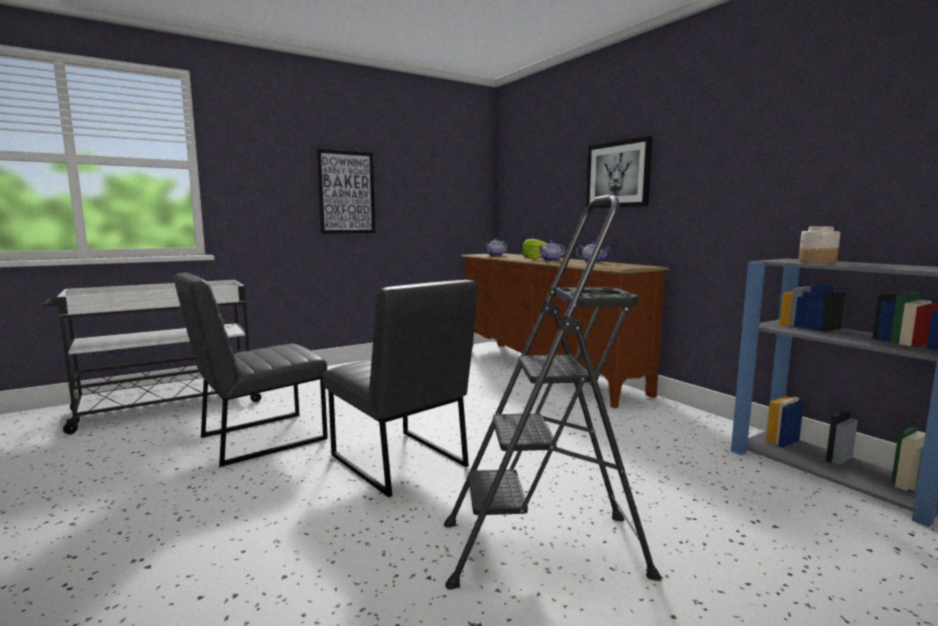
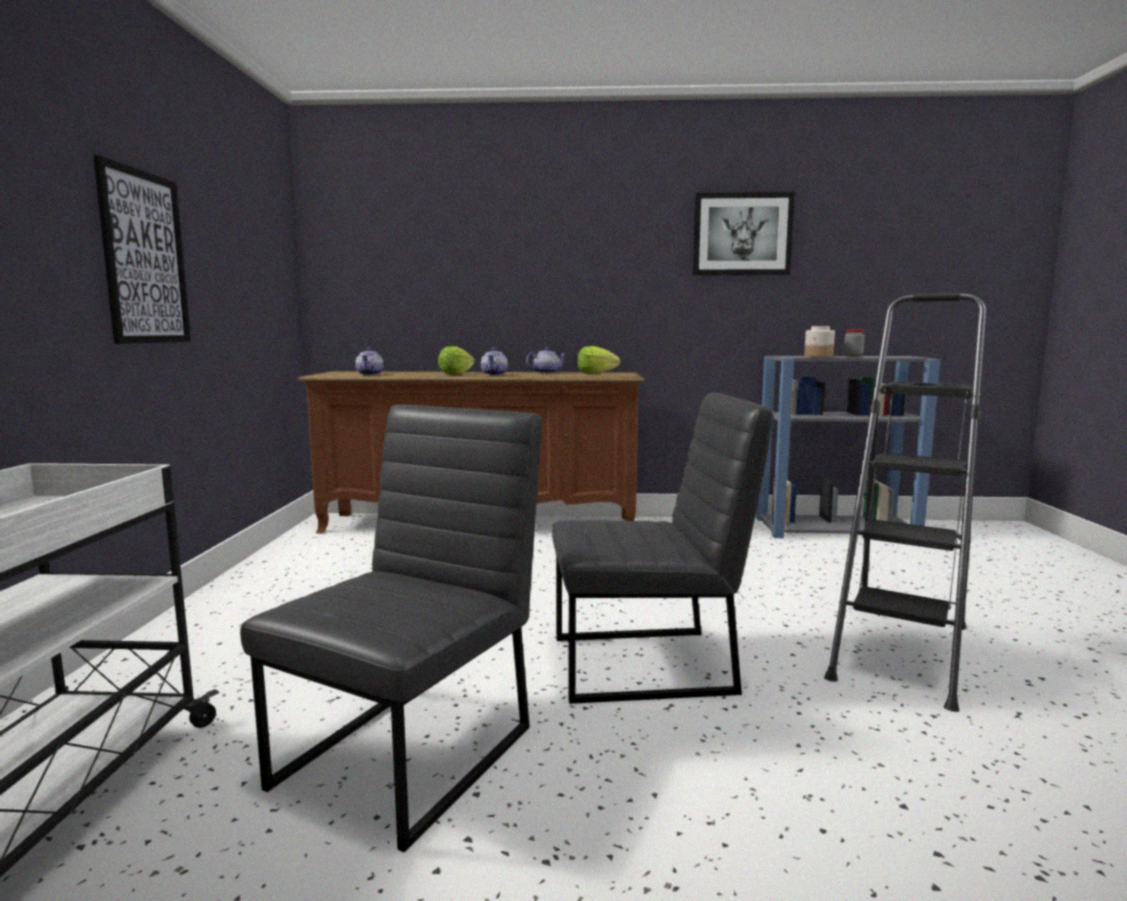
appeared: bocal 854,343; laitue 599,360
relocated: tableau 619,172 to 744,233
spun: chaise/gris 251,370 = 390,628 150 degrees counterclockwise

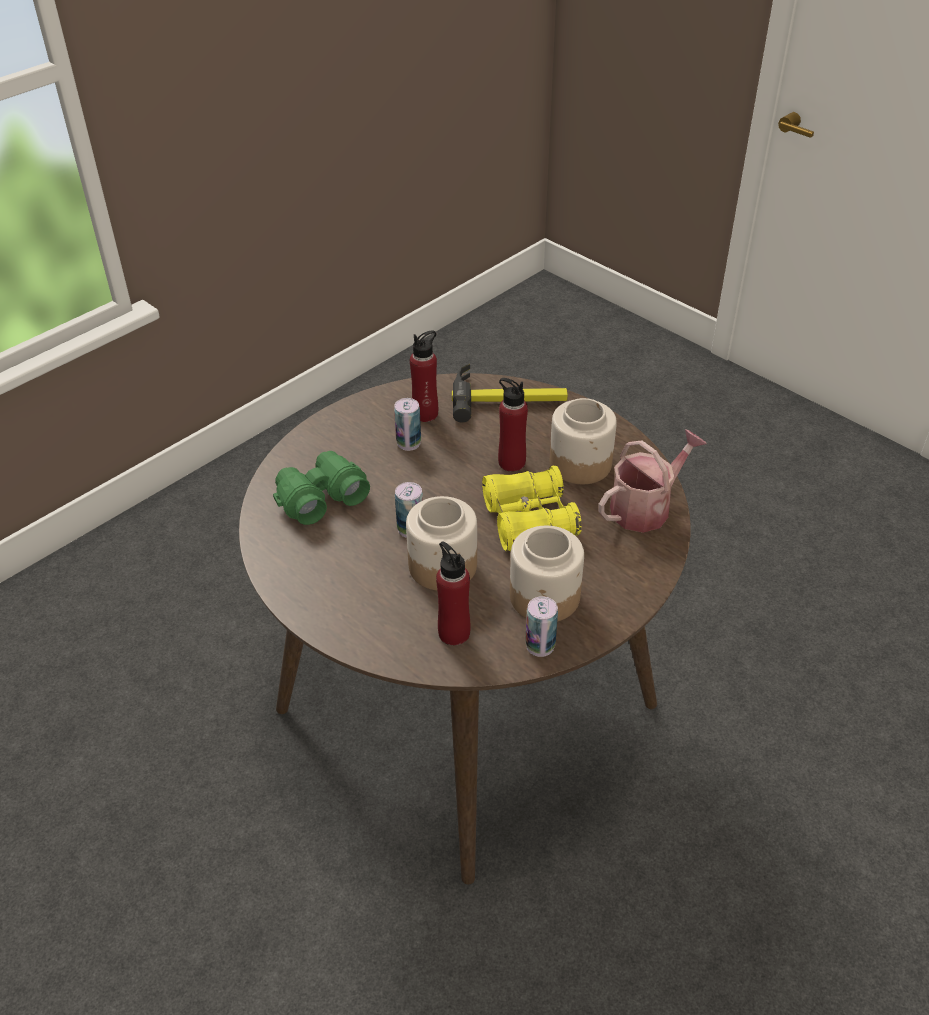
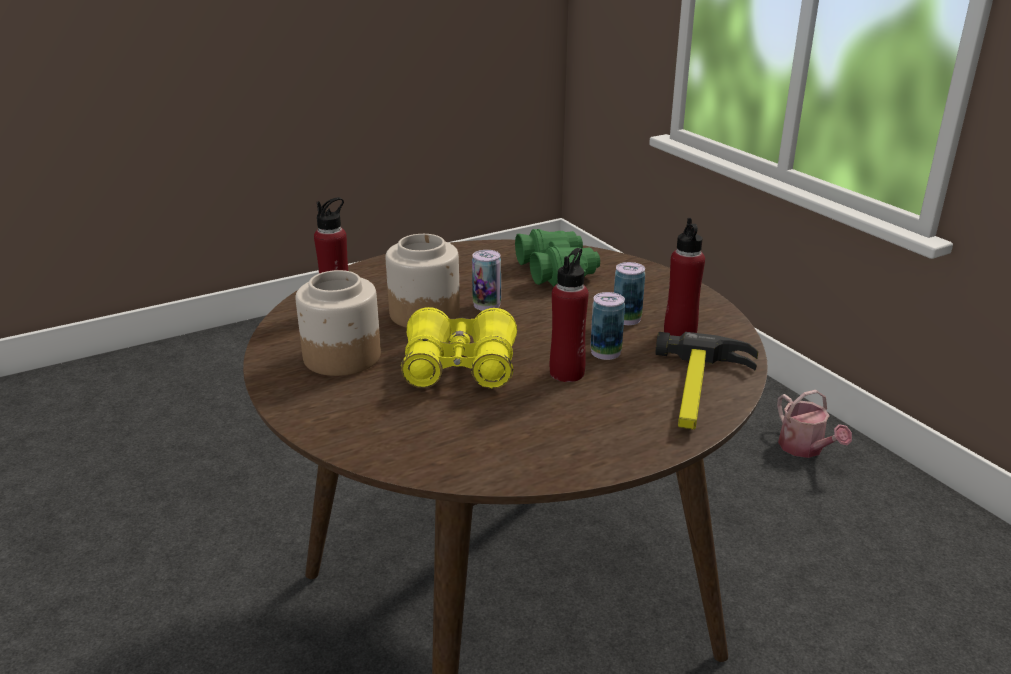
missing: bocal 583,441
relocated: arrosoir 652,481 to 814,424; boîte métallique 541,626 to 608,326

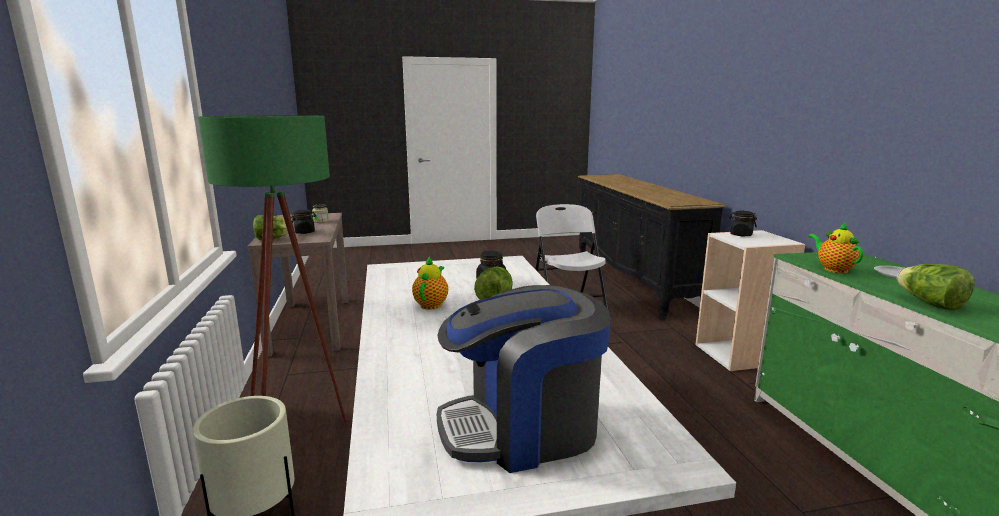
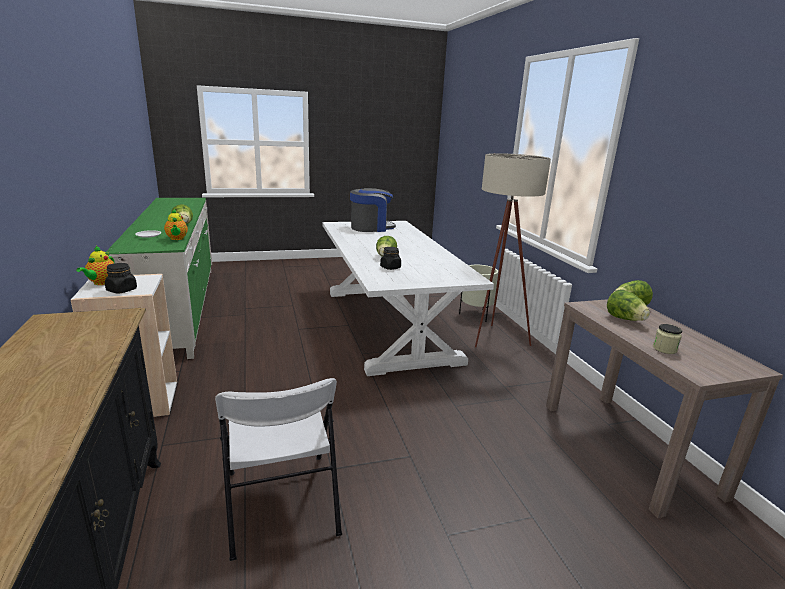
relocated: théière 430,283 to 95,265
exchanged: bocal/noir 303,222 to laitue 628,305
colour: lampadaire/vert 272,269 to lampadaire/beige 513,250

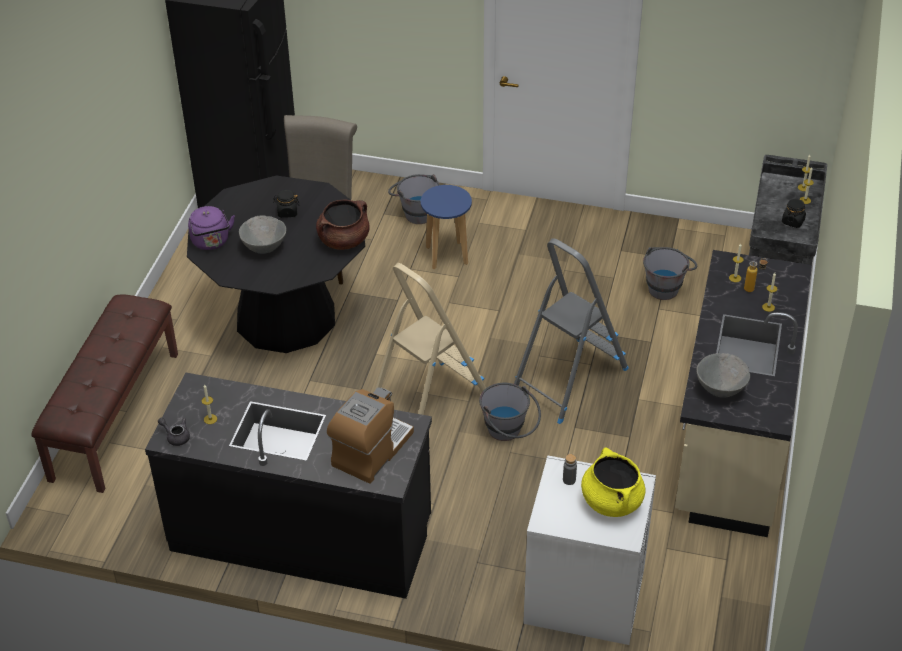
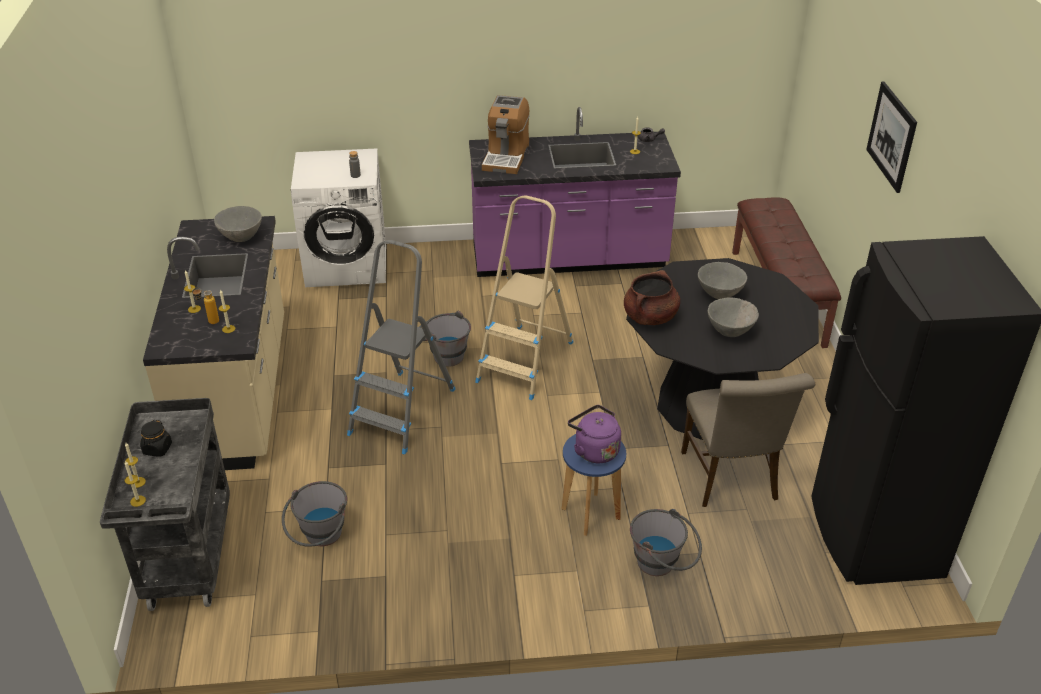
missing: marmite/jaune 613,482
appeared: tableau 891,137
relocated: bouilloire/violet 211,228 to 594,434
exchanged: bocal/noir 286,204 to bol/gris 733,317
colour: comptoir de cuisine/noir 288,486 to comptoir de cuisine/violet 575,192

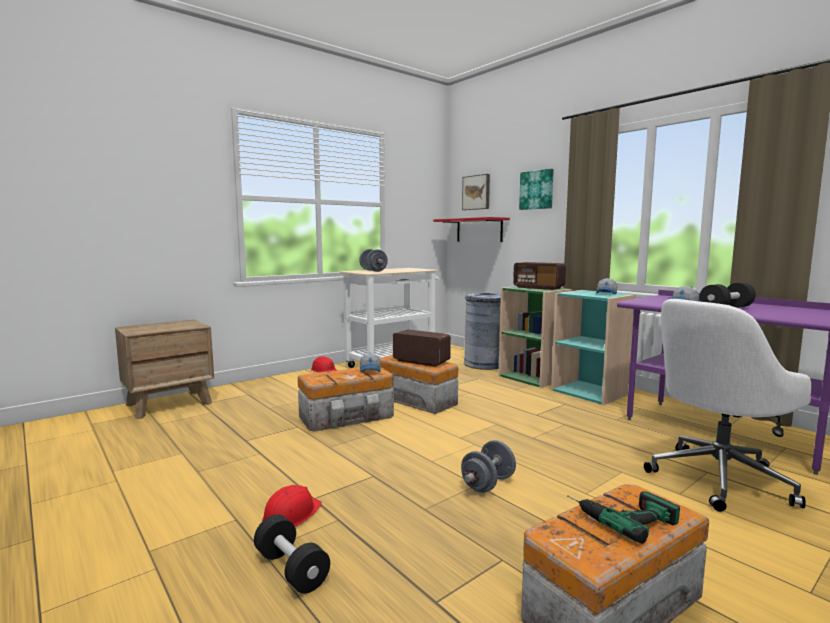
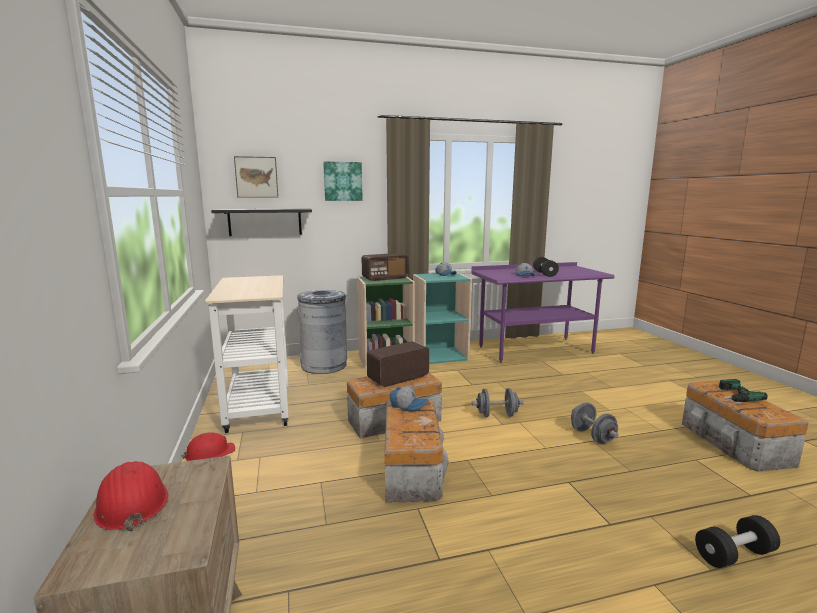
missing: chaise de bureau/blanc 727,405
relocated: haltère/gris 373,260 to 498,402; casque de chantier/rouge 292,506 to 131,496
colour: étagère/rouge 471,229 to étagère/noir 261,222

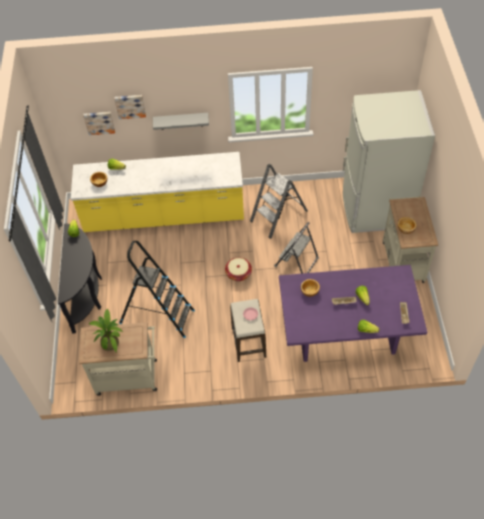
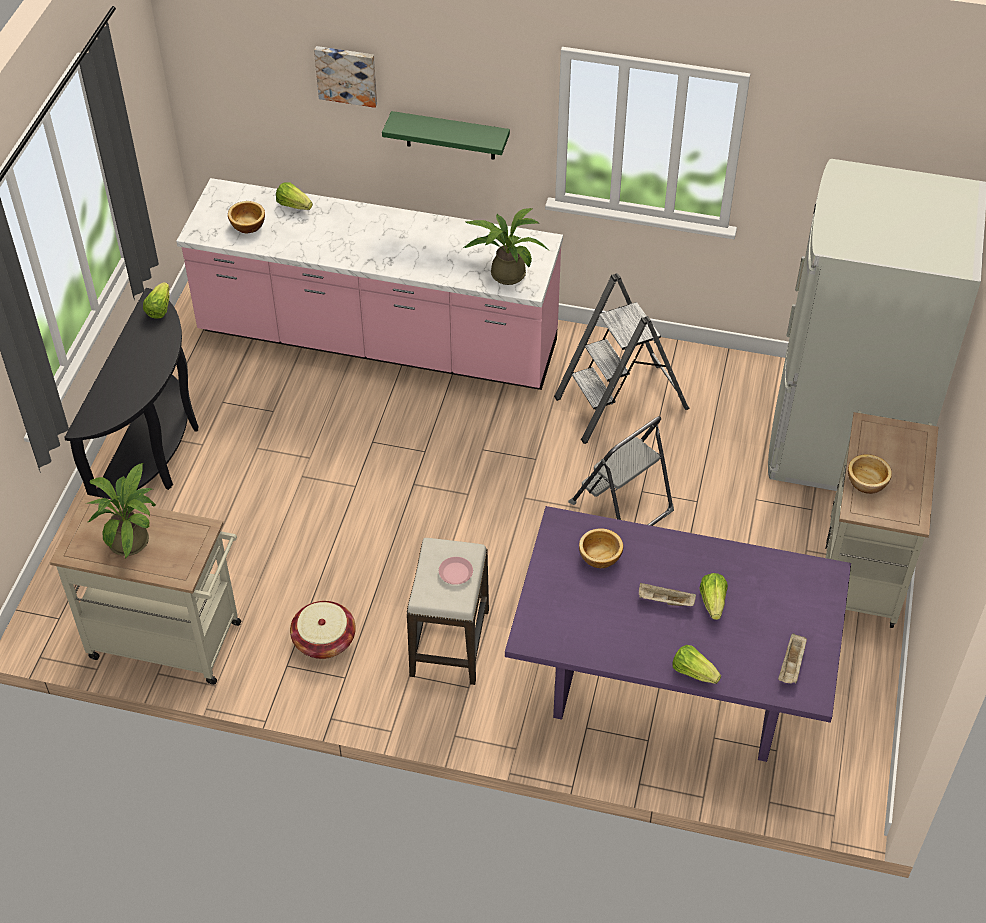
missing: tableau 99,123; escabeau/noir 157,289
appeared: plante en pot 507,246
relocated: panier 238,269 to 323,630
colour: étagère/gris 181,121 to étagère/vert 446,135; comptoir de cuisine/jaune 157,192 to comptoir de cuisine/rose 369,284

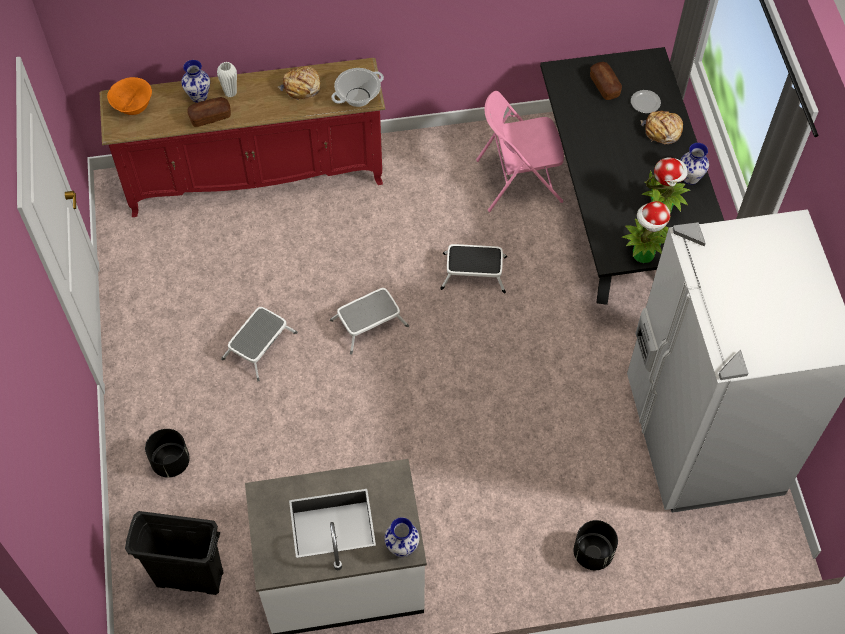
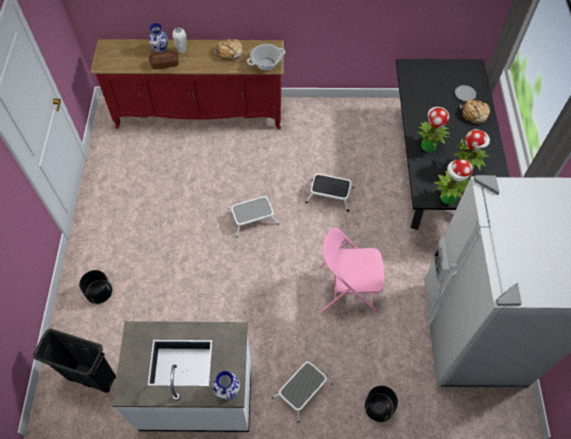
missing: pain 606,81; bol/orange 129,96; vase 695,164
appeared: plante en pot 433,129
relocated: chaise/rose 520,152 to 351,271; escabeau/gris 259,344 to 302,391

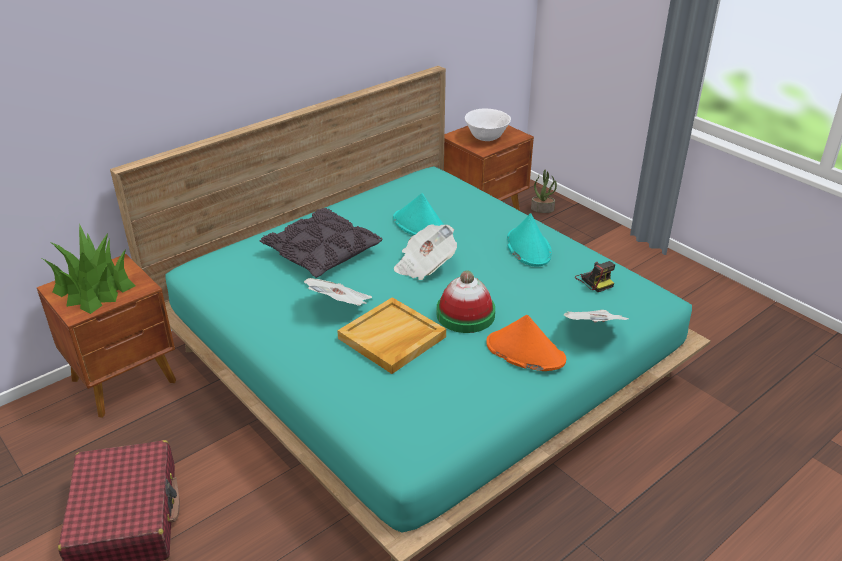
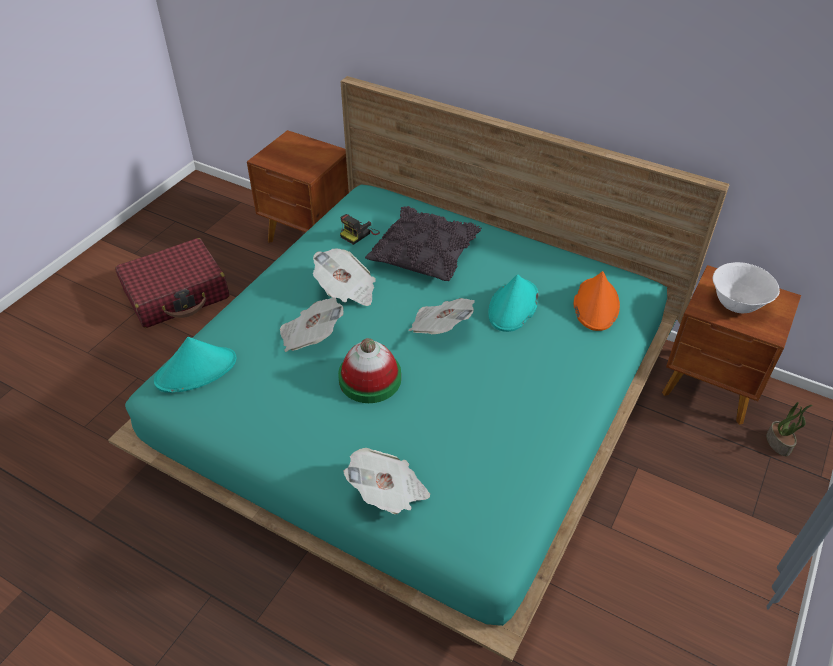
missing: plante en pot 89,269
relocated: chapeau/turquoise 529,240 to 195,365; appareil photo 595,276 to 360,229; chapeau/orange 526,343 to 597,301
exchanged: plateau/beige 391,335 to journal 312,324

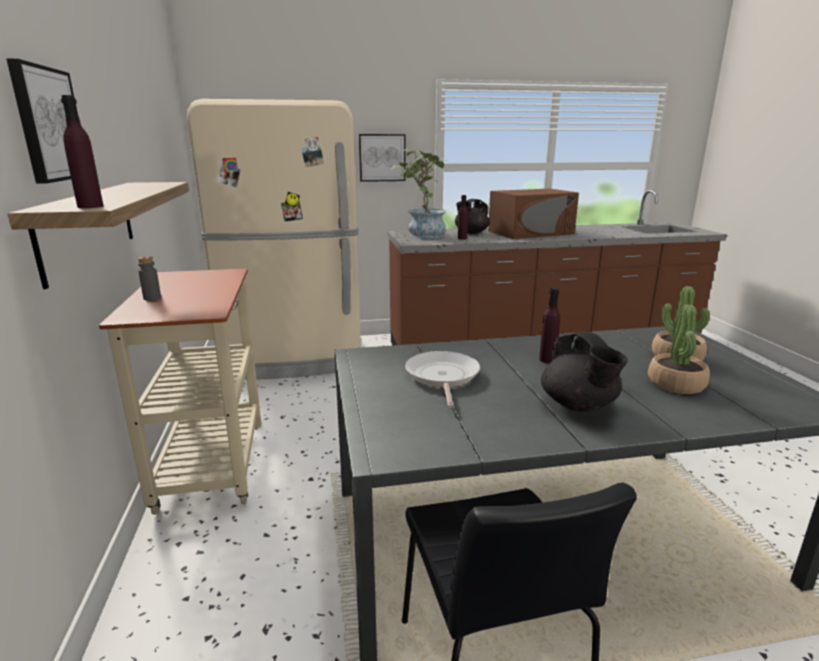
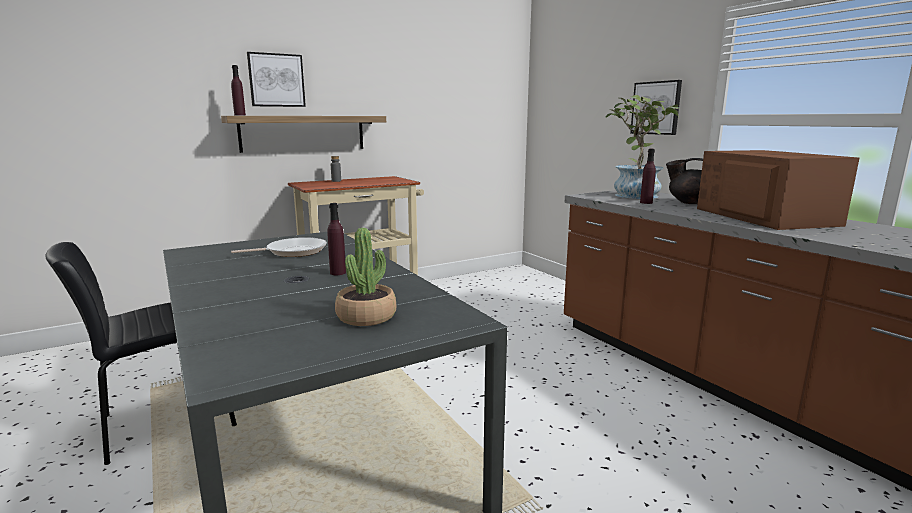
missing: réfrigérateur/beige 274,239; plante en pot 679,349; théière/noir 584,372
spun: micro-ondes/marron 533,214 = 778,190 150 degrees counterclockwise

